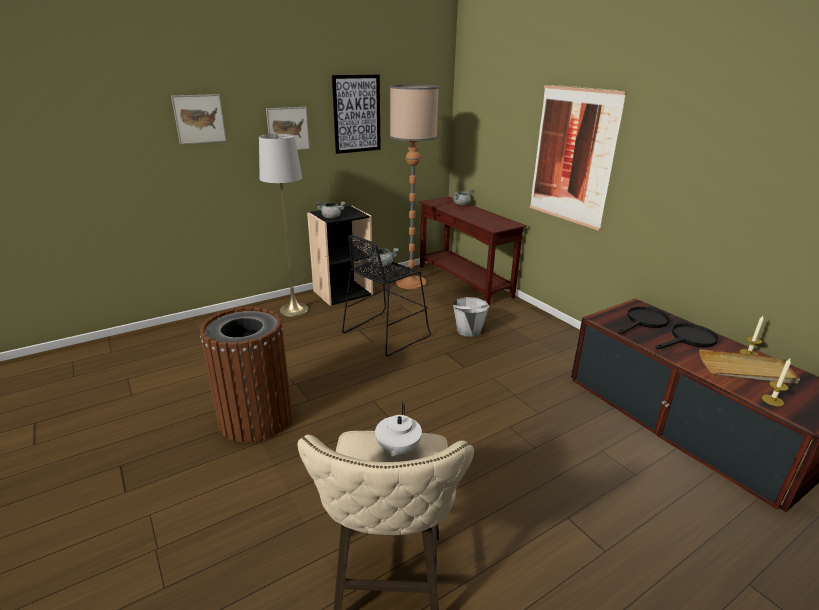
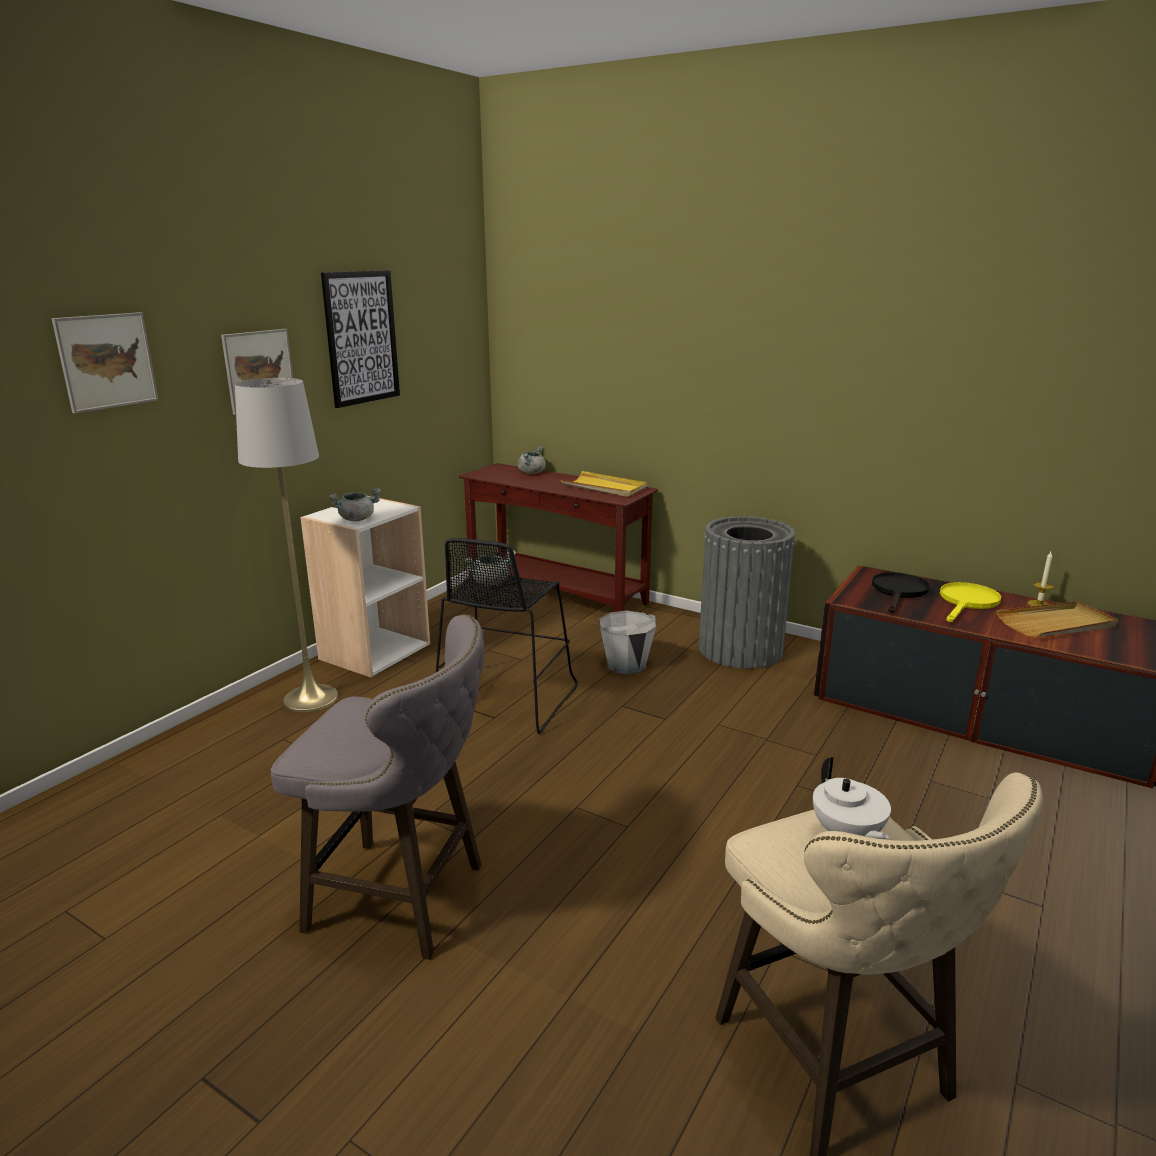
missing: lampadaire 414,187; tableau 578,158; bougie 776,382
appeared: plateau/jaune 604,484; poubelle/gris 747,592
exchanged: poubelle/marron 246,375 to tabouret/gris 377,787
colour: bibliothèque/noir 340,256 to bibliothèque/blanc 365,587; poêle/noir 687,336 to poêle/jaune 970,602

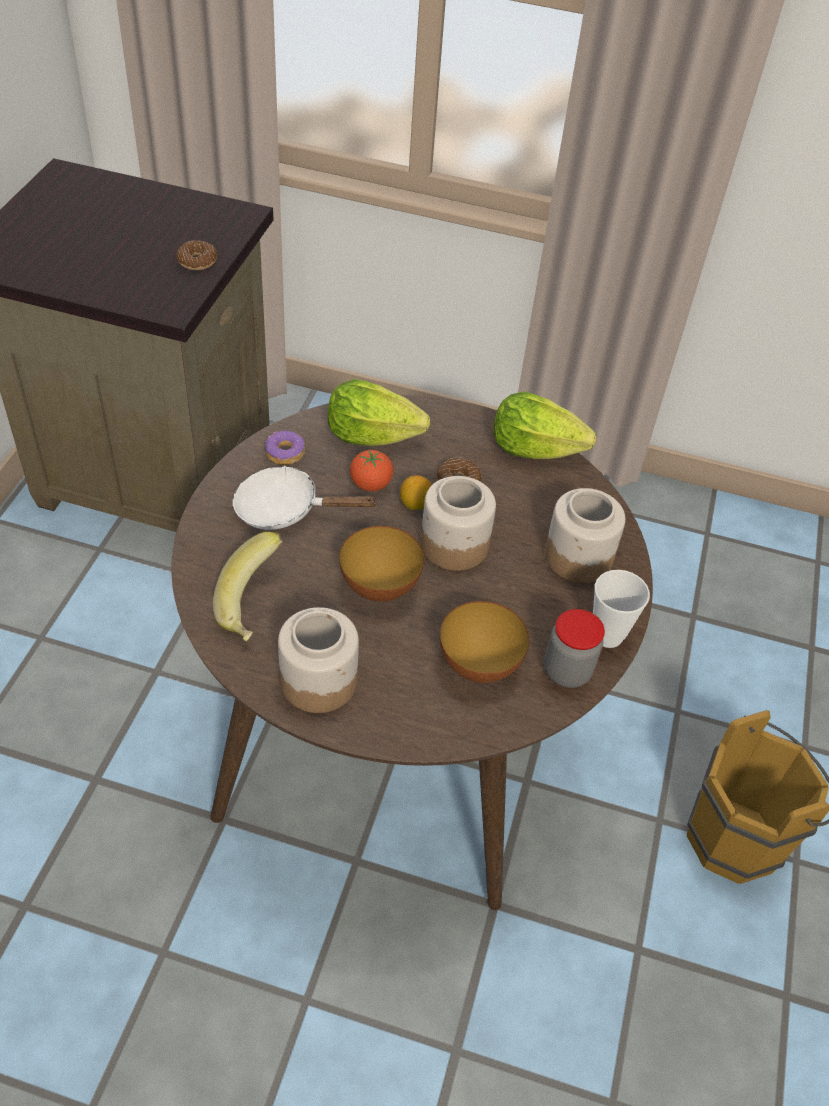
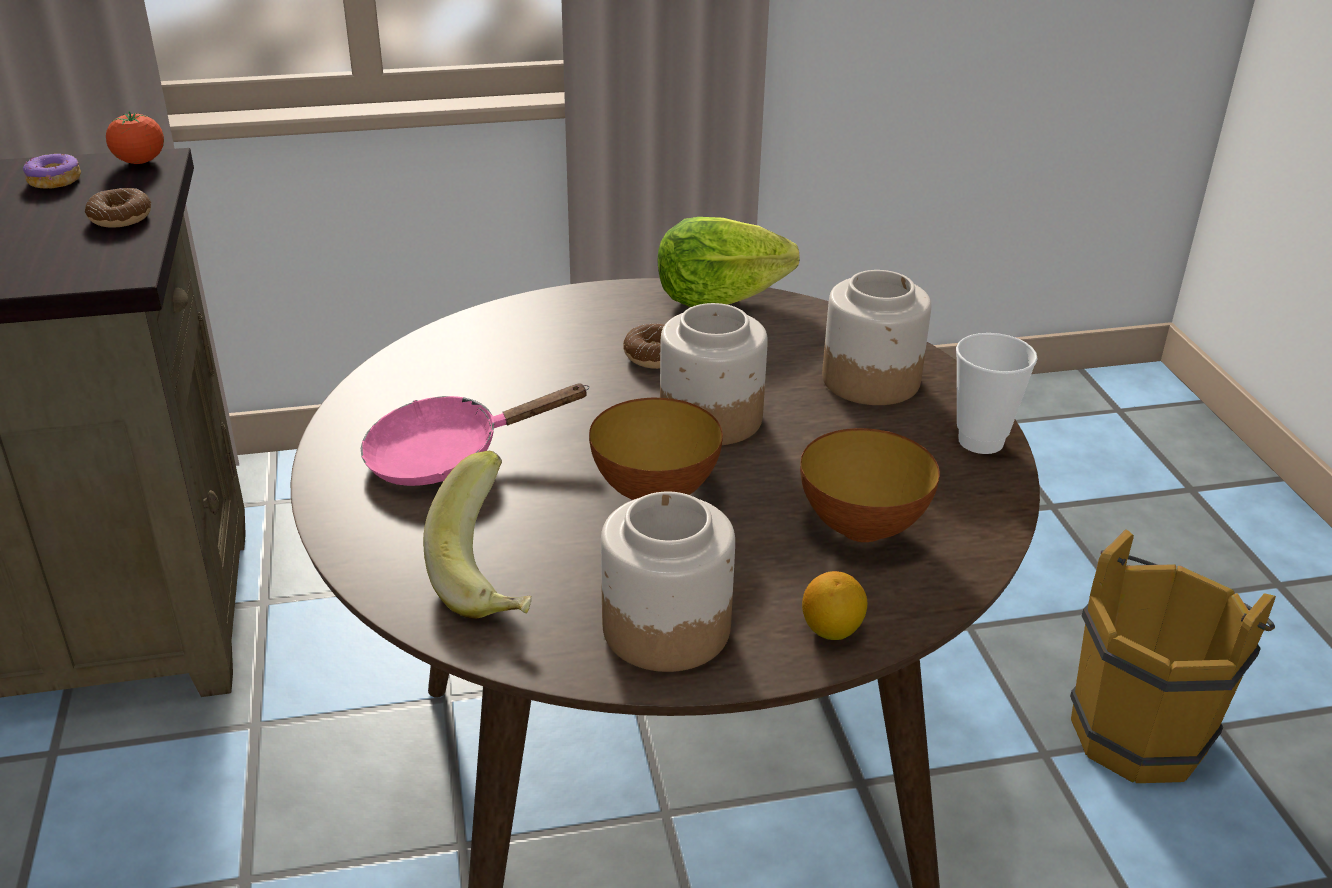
missing: laitue 379,412; bocal 574,648
relocated: beignet 285,448 to 51,171; tomate 371,470 to 135,137; citron 415,492 to 834,605
colour: poêle/blanc 306,497 to poêle/rose 475,434

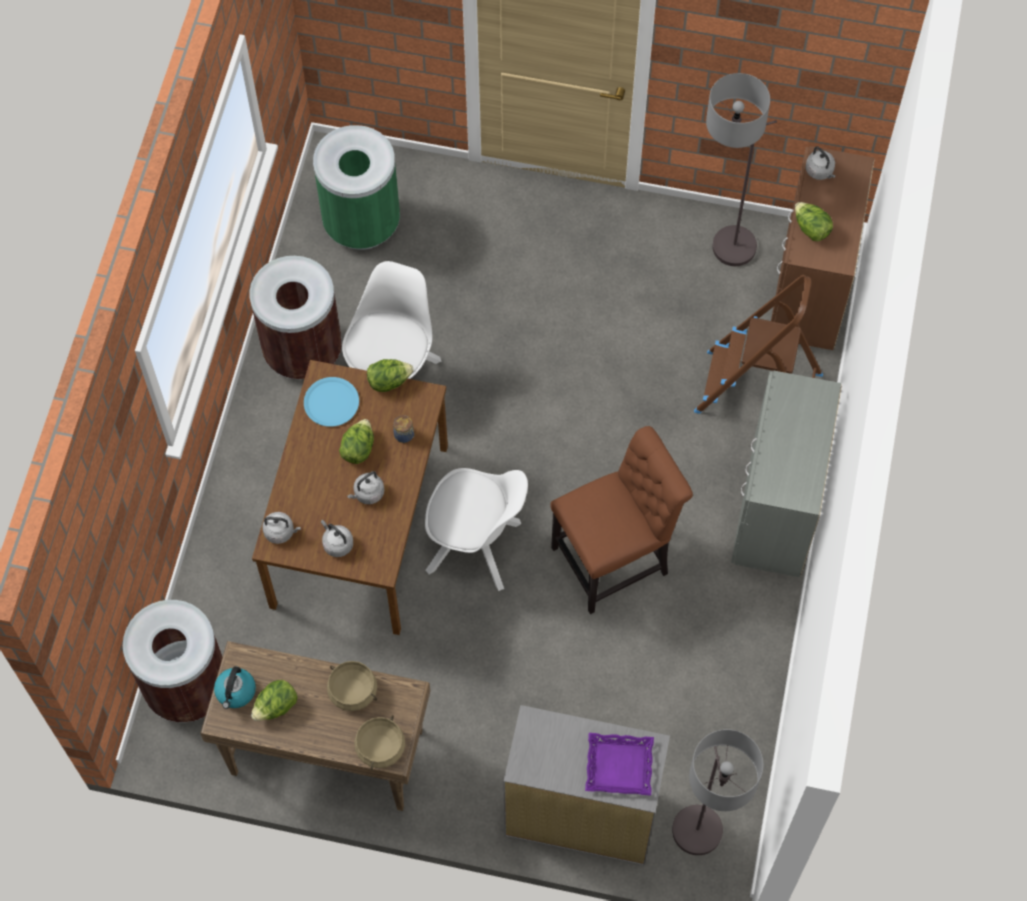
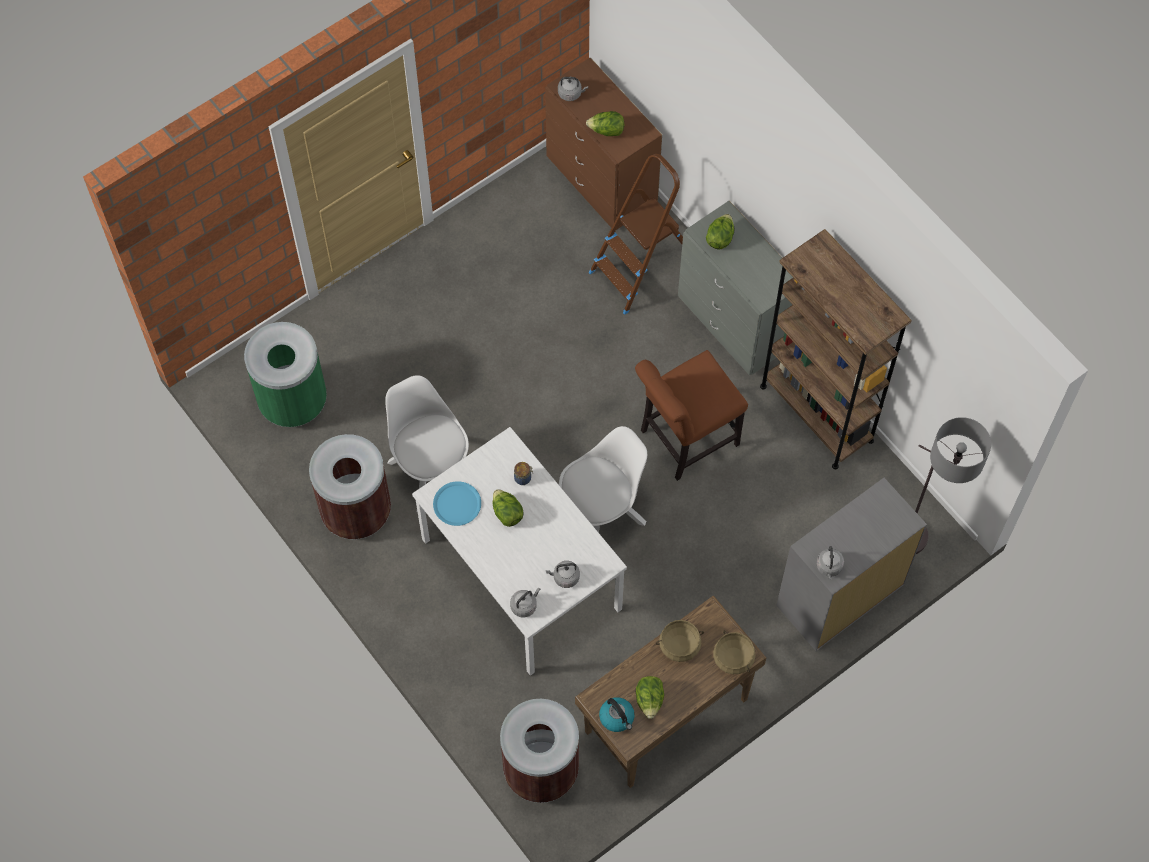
missing: lampadaire/gris 741,169; plateau/violet 619,764
appeared: bibliothèque/marron 836,349
relocated: laitue 390,375 to 720,231; bouilloire/gris 365,487 to 830,563
colour: table à manger/marron 350,497 to table à manger/blanc 519,551
spun: chaise/marron 622,520 = 691,415 135 degrees counterclockwise

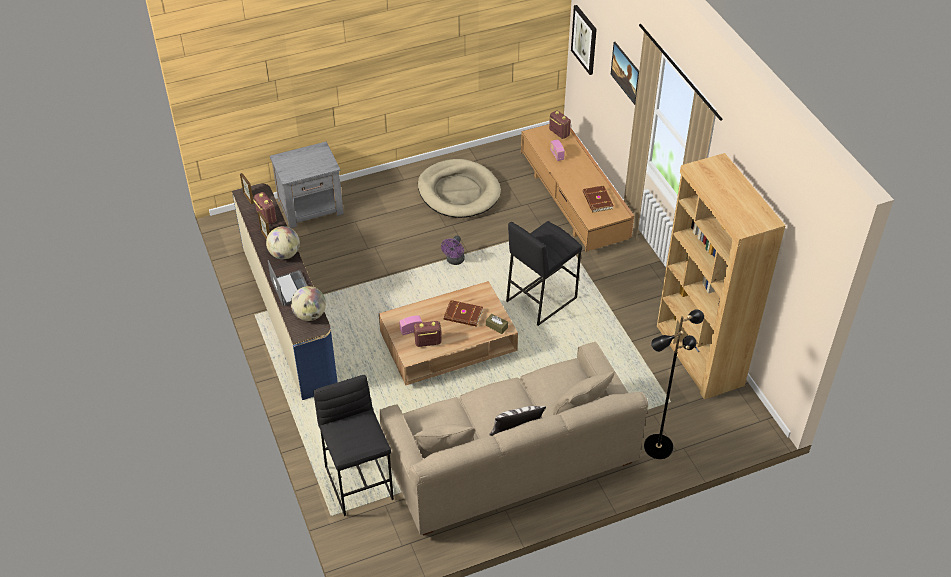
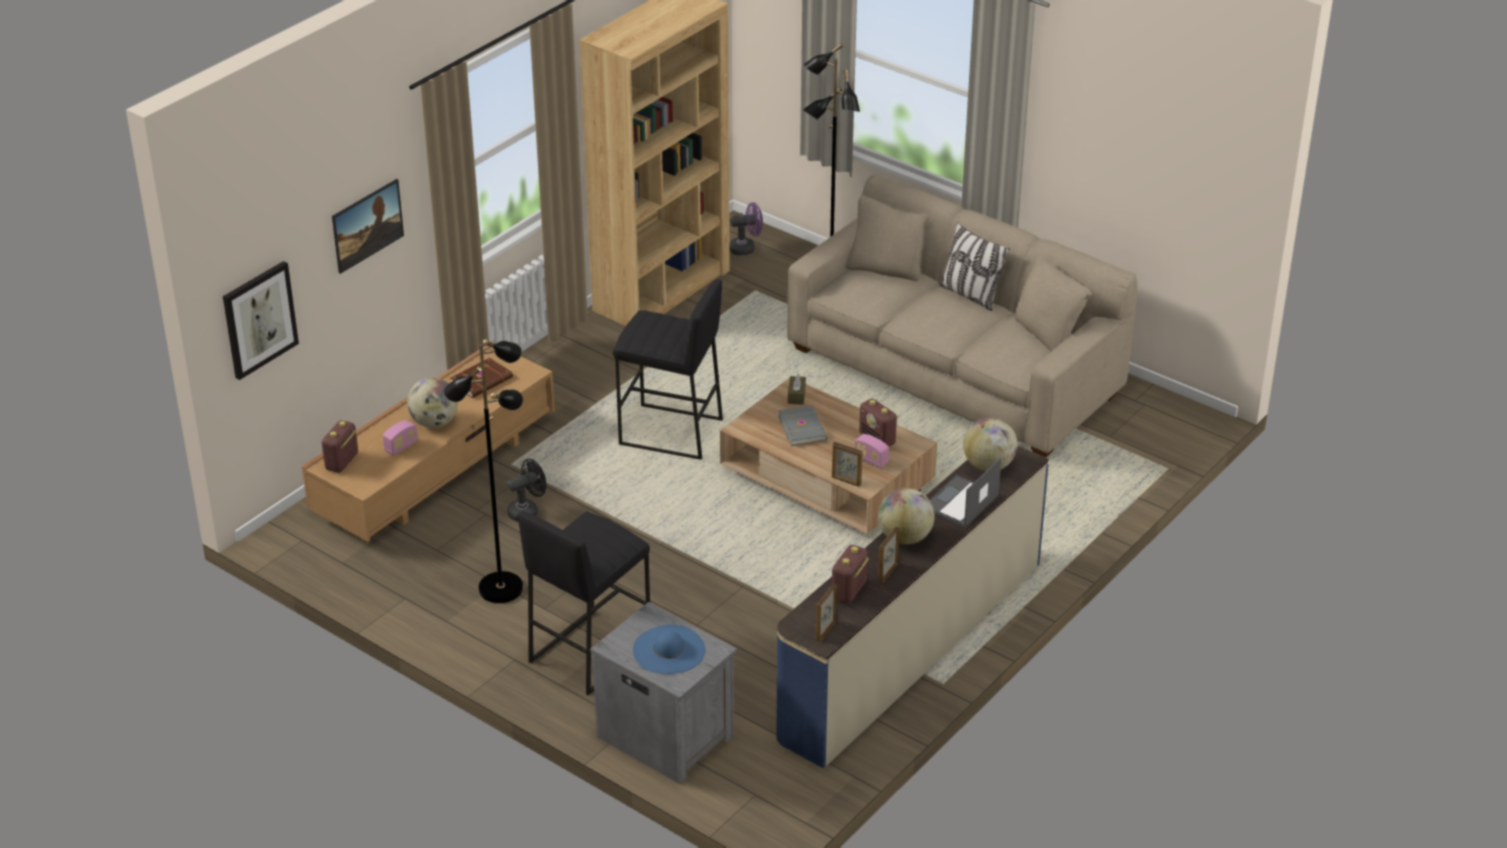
appeared: globe 432,402; cadre photo 847,464; ventilateur/noir 526,490; chapeau/bleu 669,649
relocated: ventilateur/violet 453,250 to 746,229; tabouret/noir 353,445 to 584,603
exchanged: panier pour chien/beige 459,188 to lampadaire/noir 483,471
colour: livre/marron 463,313 to livre/gris 802,426

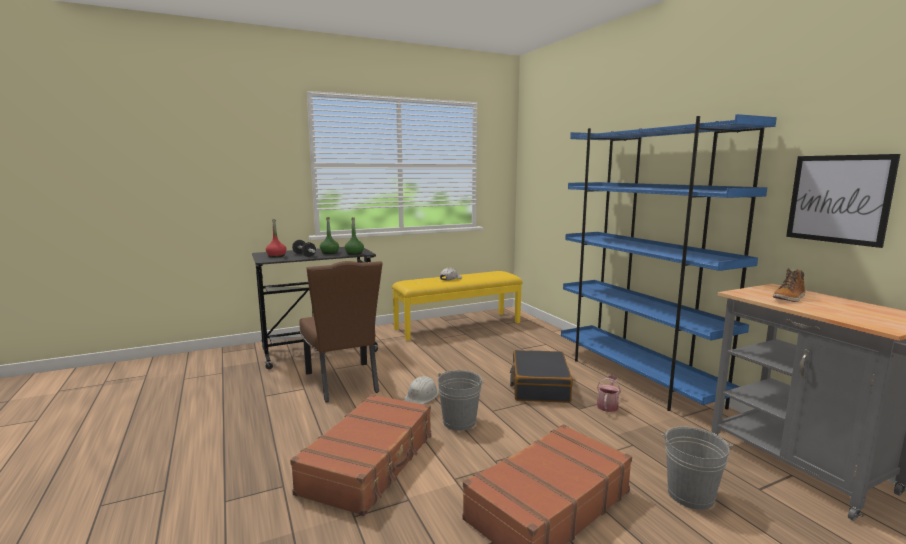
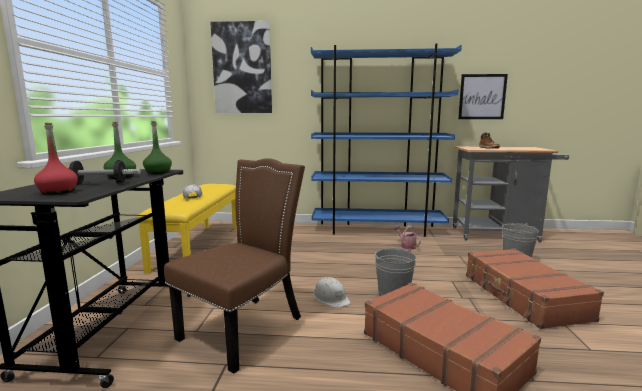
missing: valise/noir 541,376
appeared: tableau 241,67
spun: chaise/marron 341,331 = 234,266 60 degrees counterclockwise

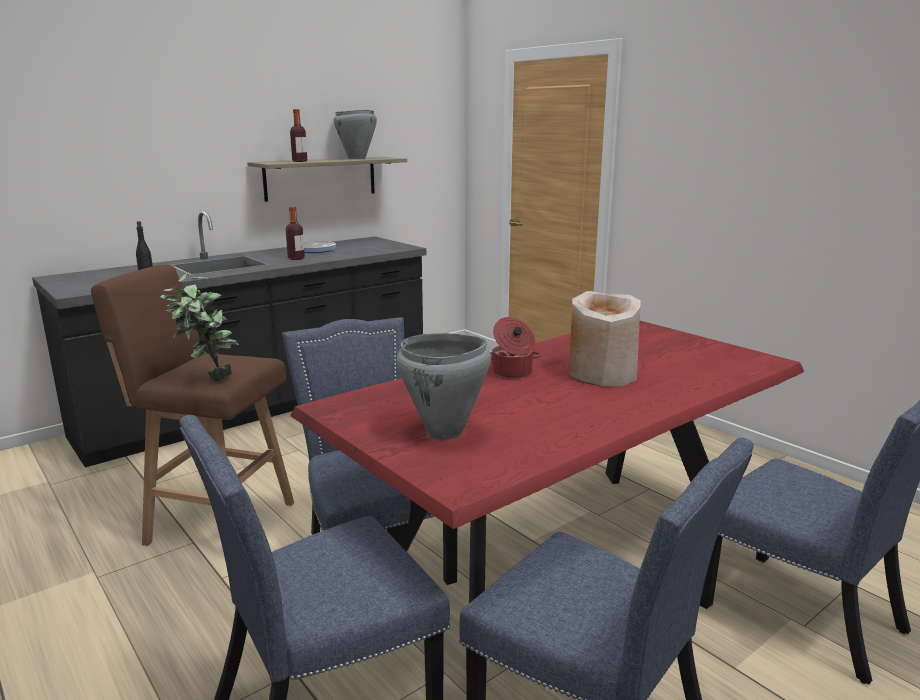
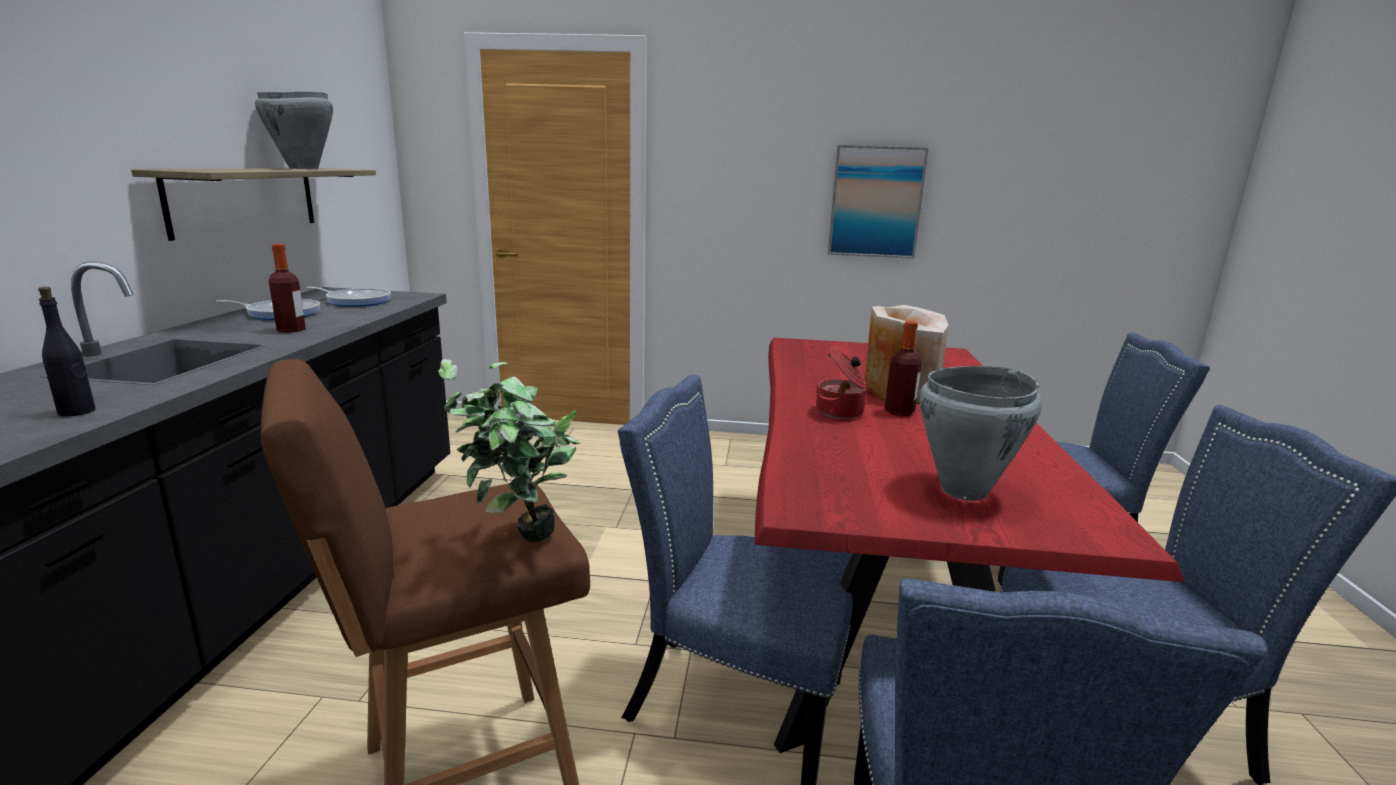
appeared: tableau 878,201; poêle 349,297
relocated: bouteille 298,135 to 903,368

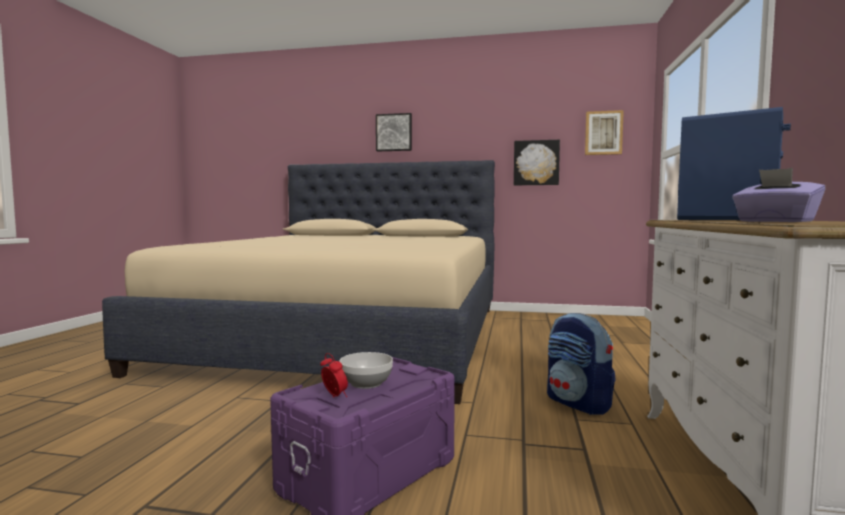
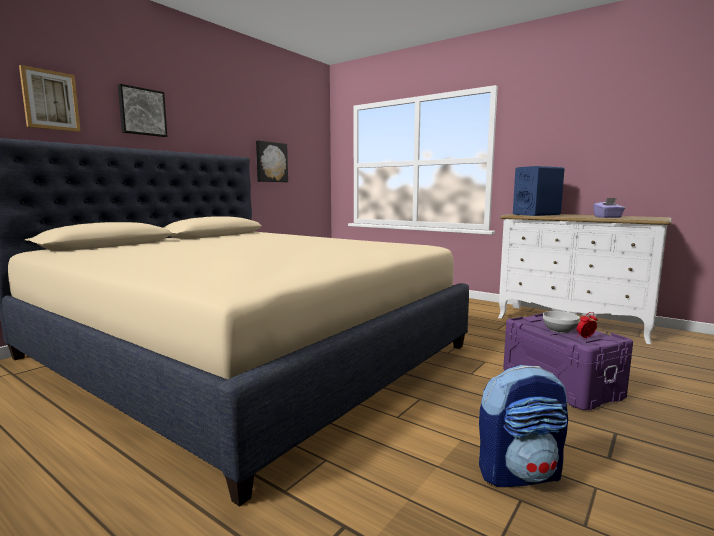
relocated: tableau 604,132 to 50,98; sac à dos 581,364 to 523,426

